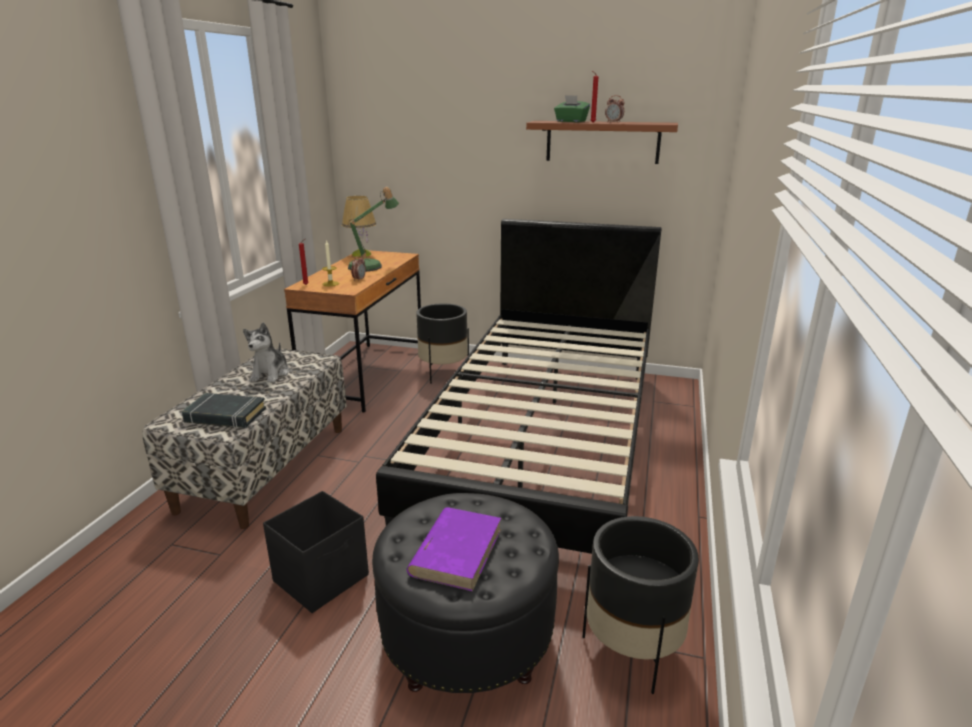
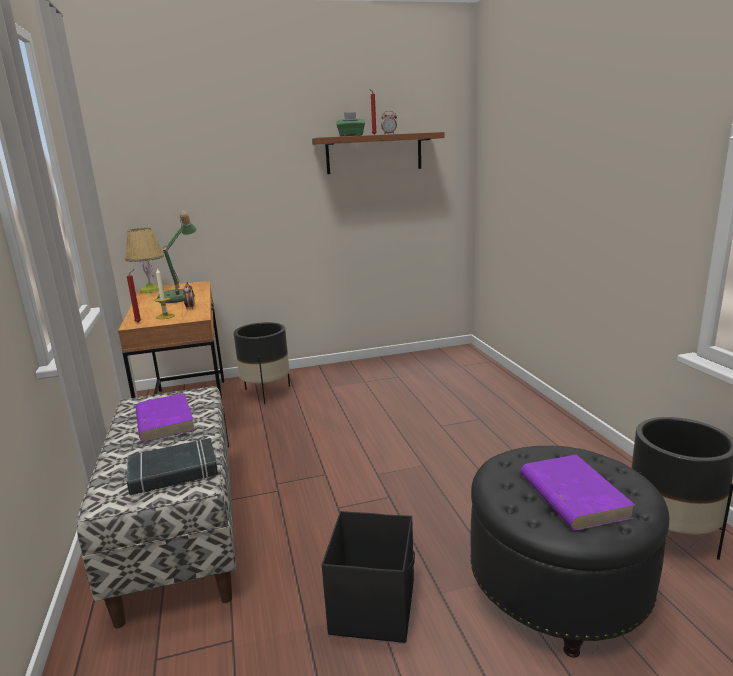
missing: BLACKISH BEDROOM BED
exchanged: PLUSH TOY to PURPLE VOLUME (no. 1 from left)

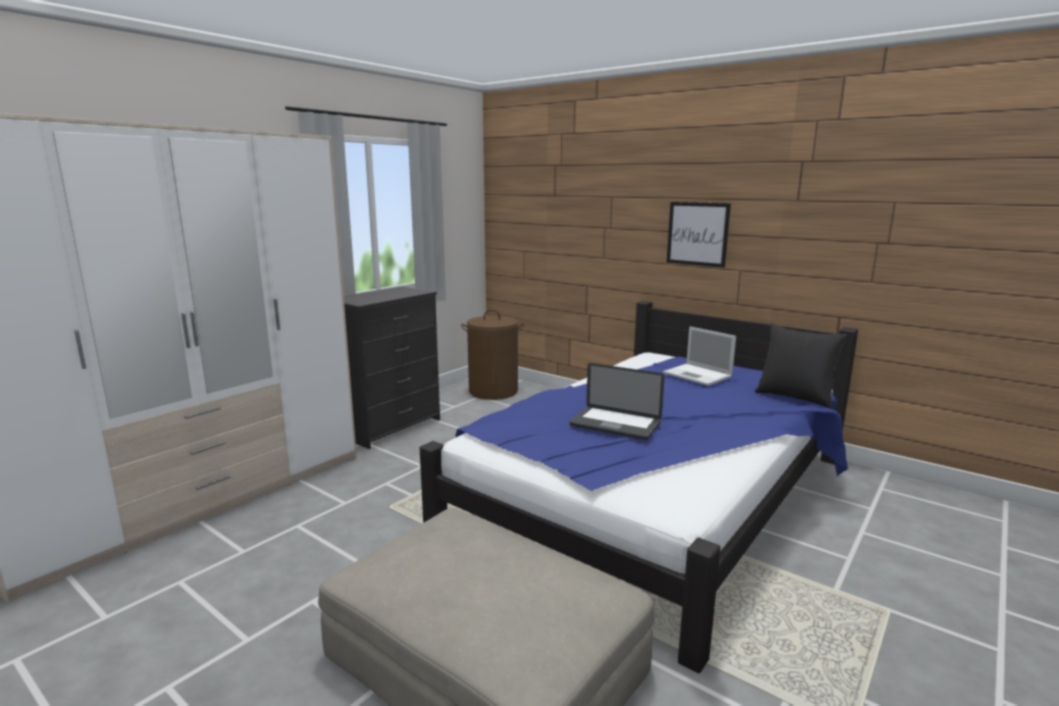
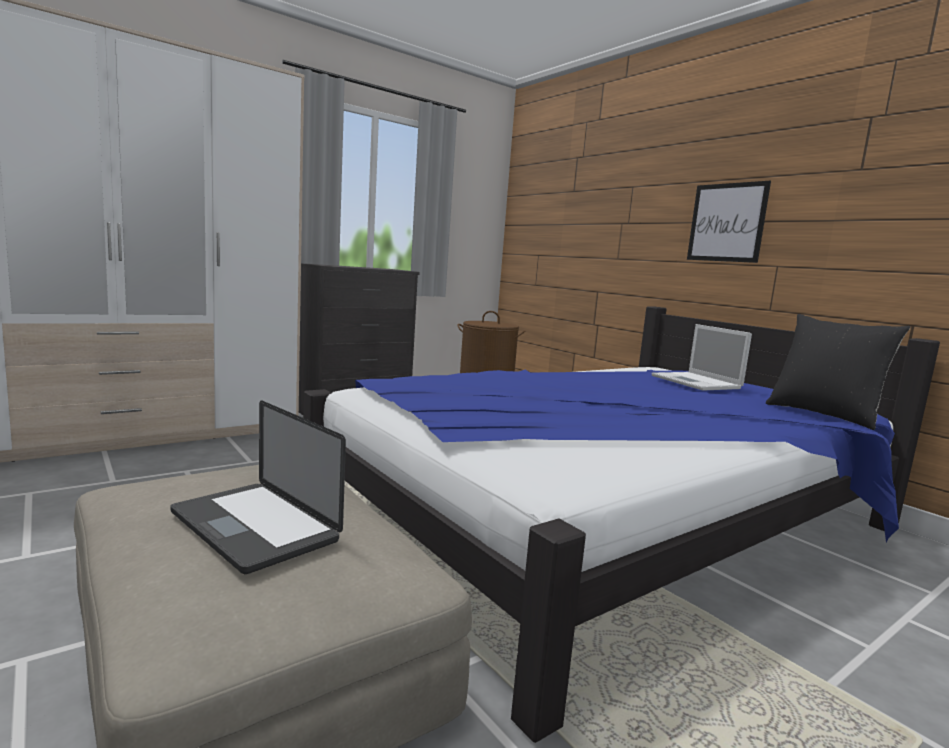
relocated: NOTEBOOK COMPUTER (no. 1 from left)

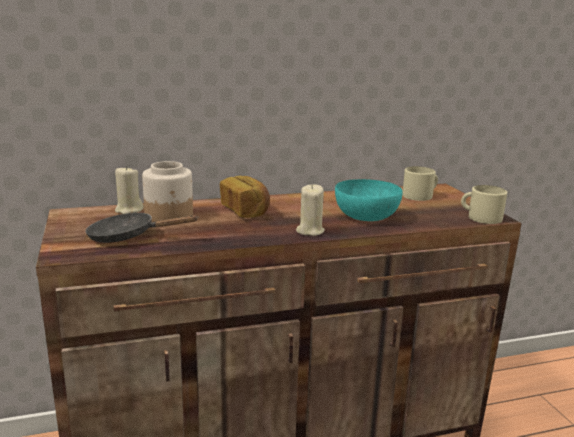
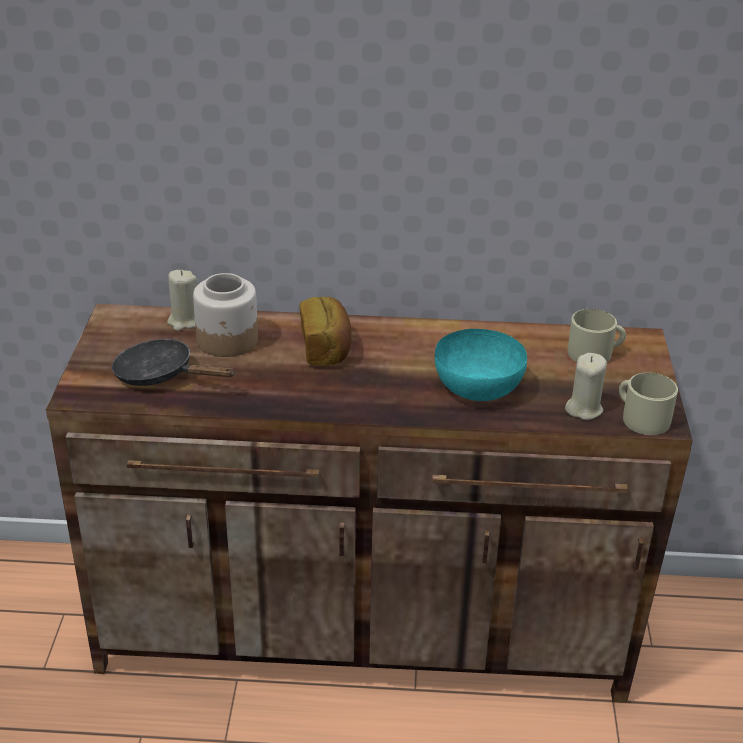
relocated: BEIGE WAX LIGHT (no. 2 from left)

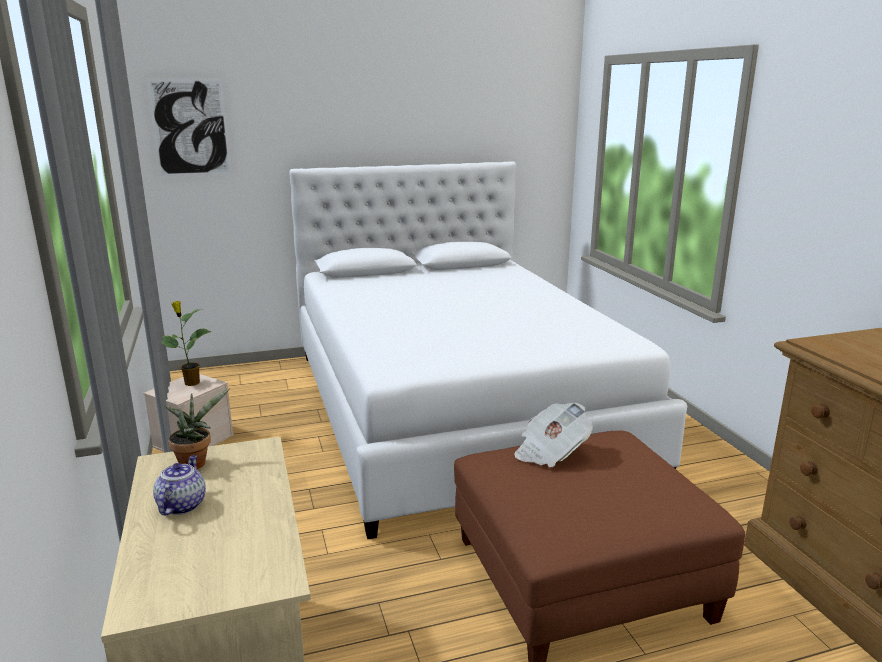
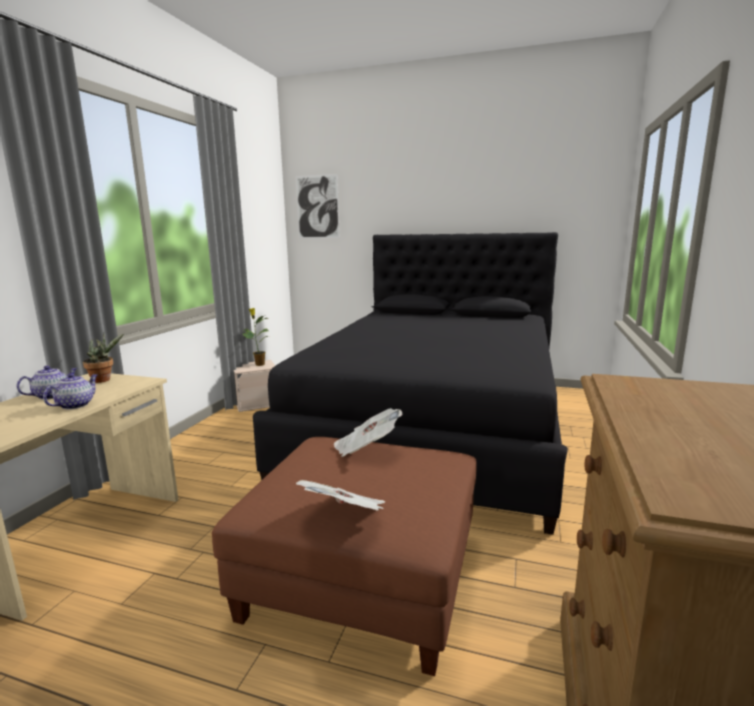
appeared: TEA POT (no. 2 from left); DAILY PAPER (no. 1 from left)
colour: WHITE-COLOURED BEDROOM BED to BLACKISH BEDROOM BED

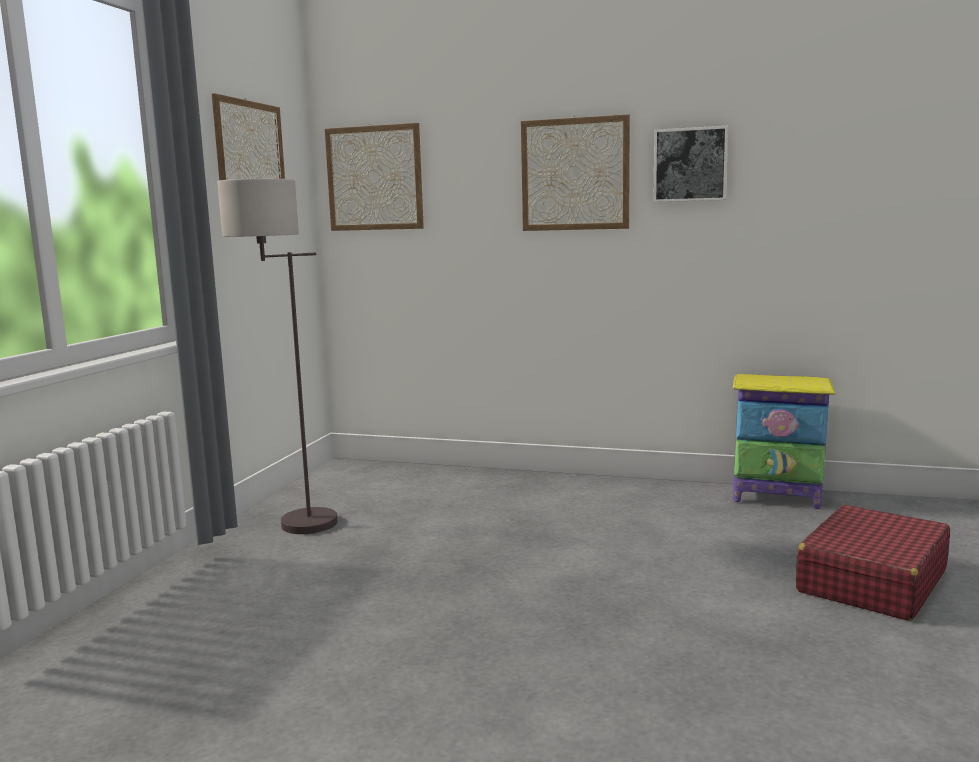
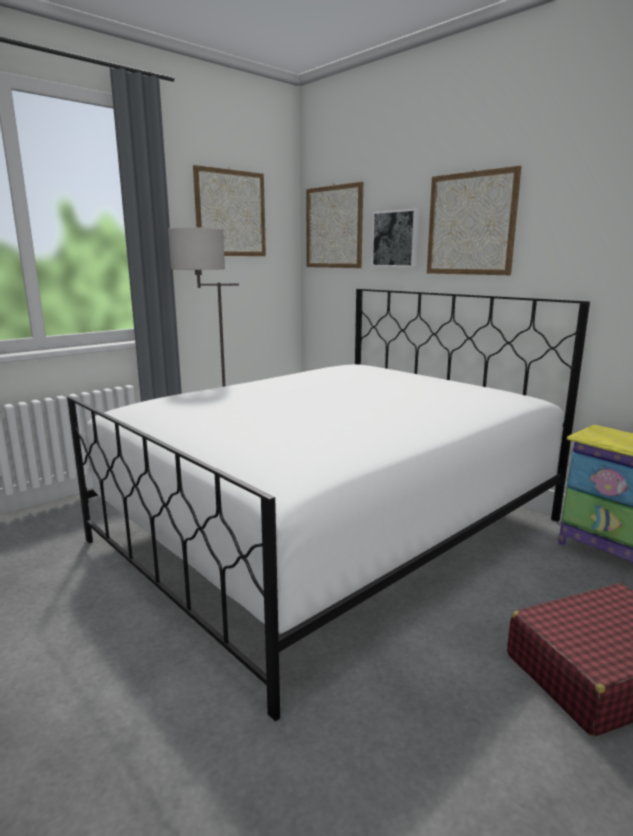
appeared: WHITE-COLOURED BEDROOM BED
relocated: WALL PICTURE (no. 4 from left in the first image) to WALL PICTURE (no. 3 from left)

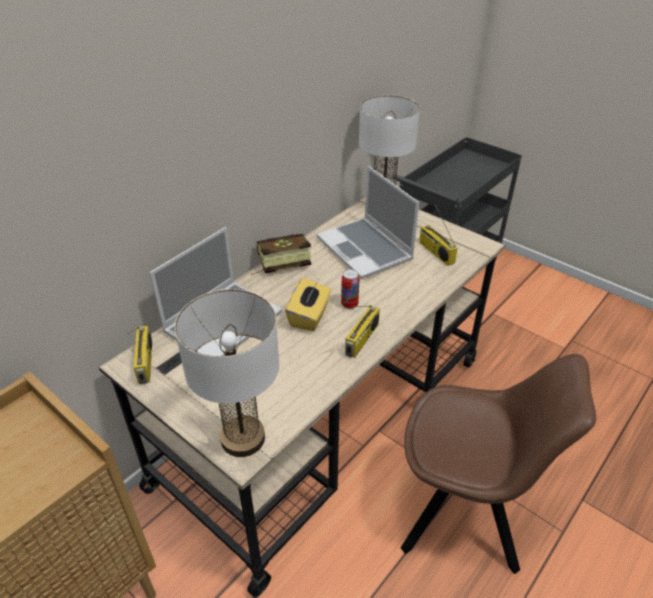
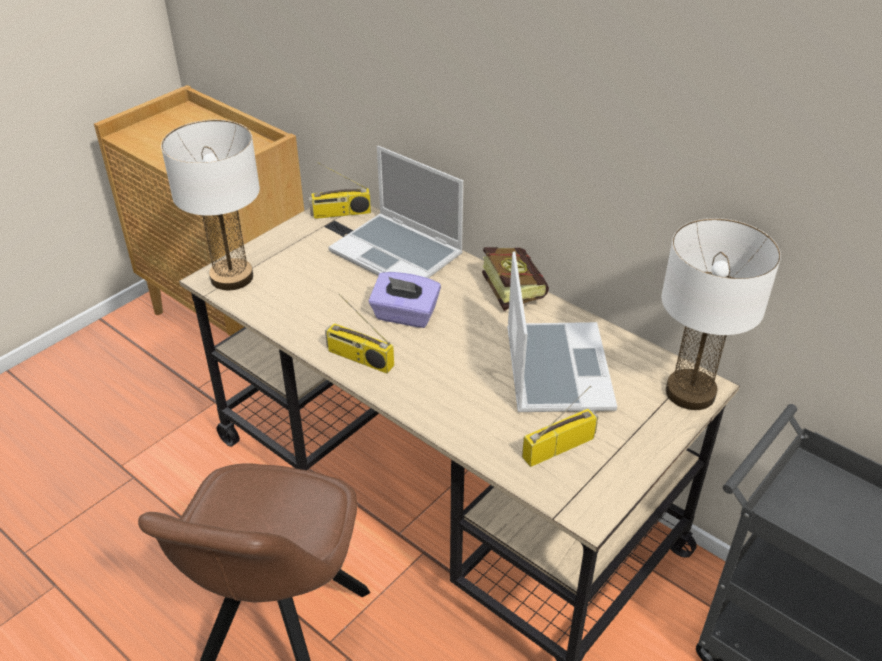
missing: METAL CAN
colour: YELLOW TISSUE HOLDER to PURPLE TISSUE HOLDER
spun: NOTEBOOK COMPUTER (no. 2 from left) 120 degrees clockwise

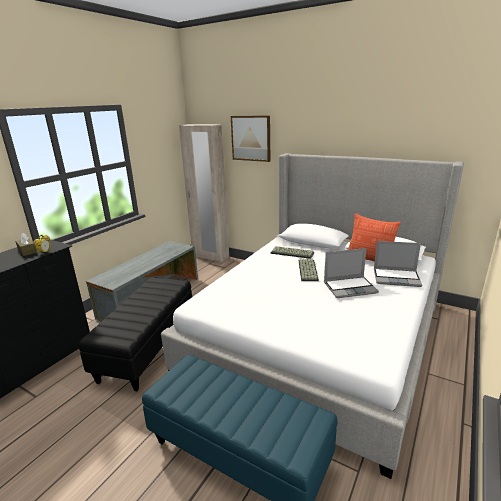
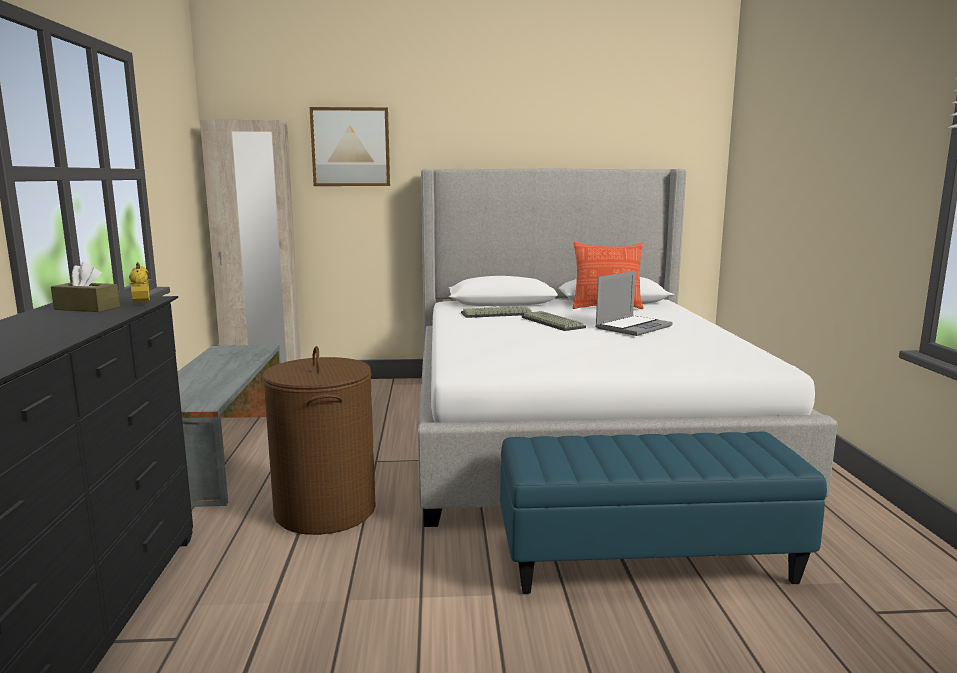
missing: NOTEBOOK COMPUTER (no. 2 from left)
exchanged: BLACKISH OTTOMAN to BROWNISH LAUNDRY BASKET

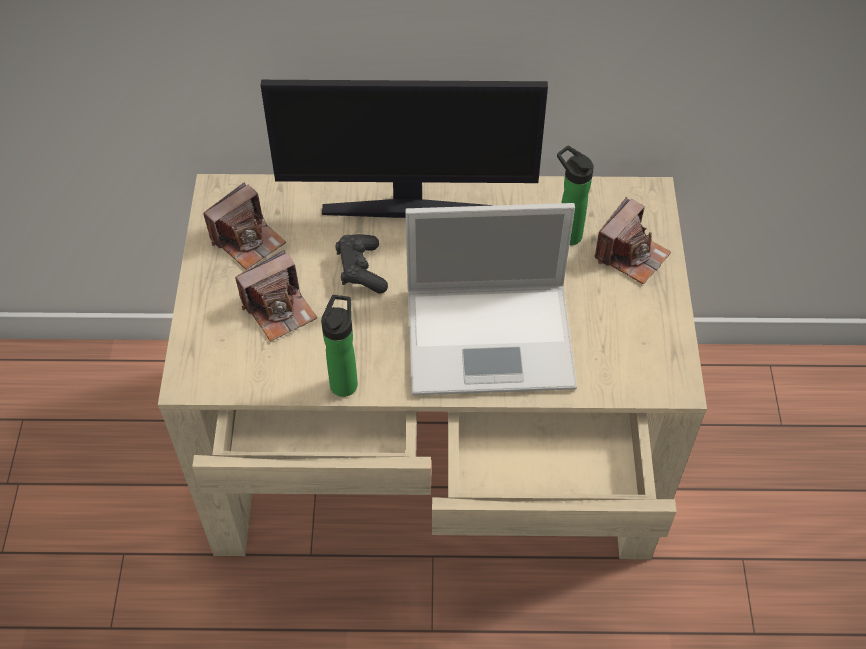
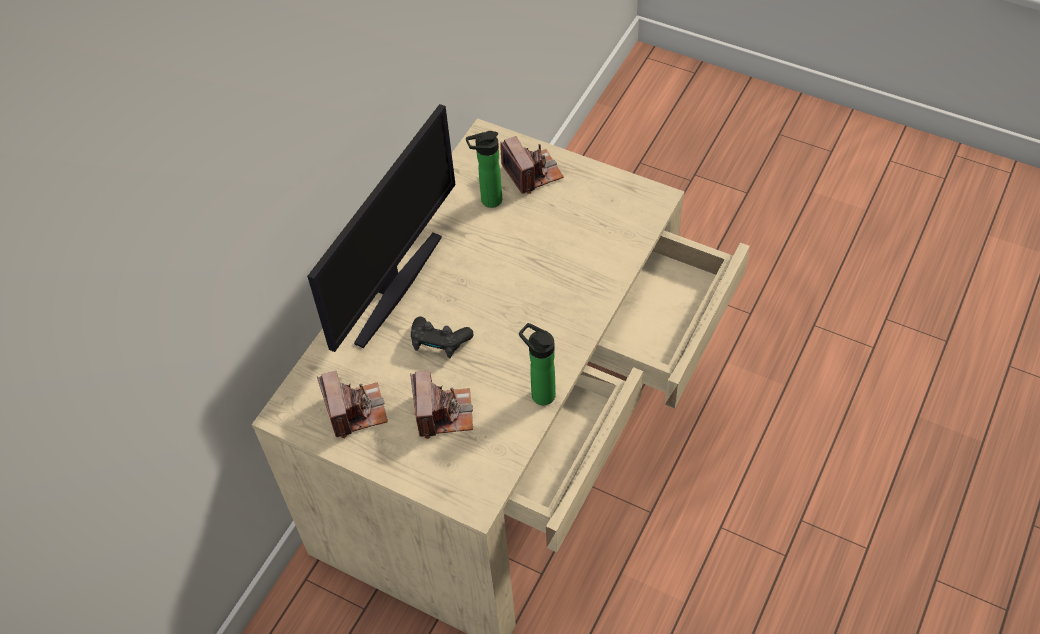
missing: NOTEBOOK COMPUTER

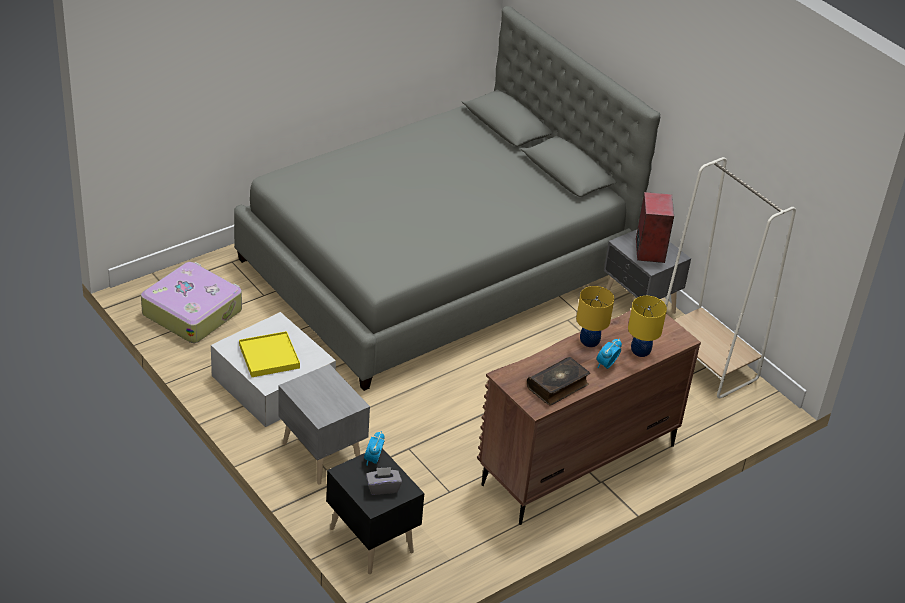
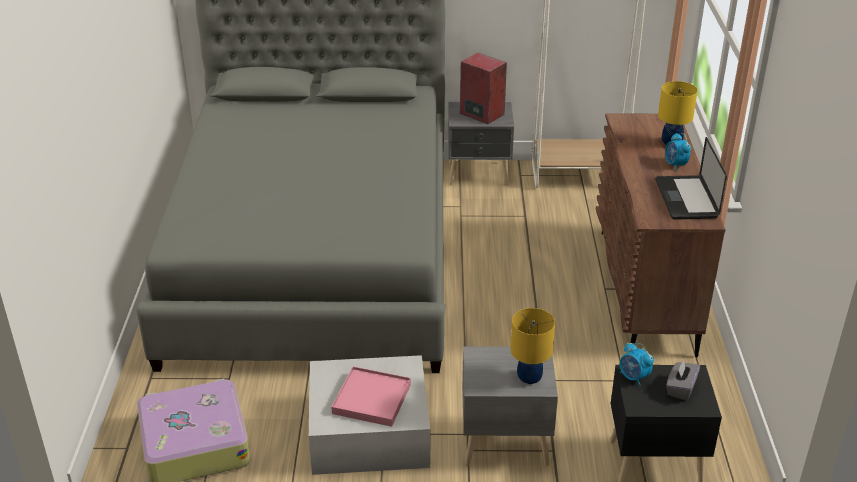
relocated: YELLOW LAMP FOR A TABLE (no. 1 from left)
exchanged: VOLUME to NOTEBOOK COMPUTER
colour: YELLOW SERVING TRAY to PINK-COLOURED SERVING TRAY

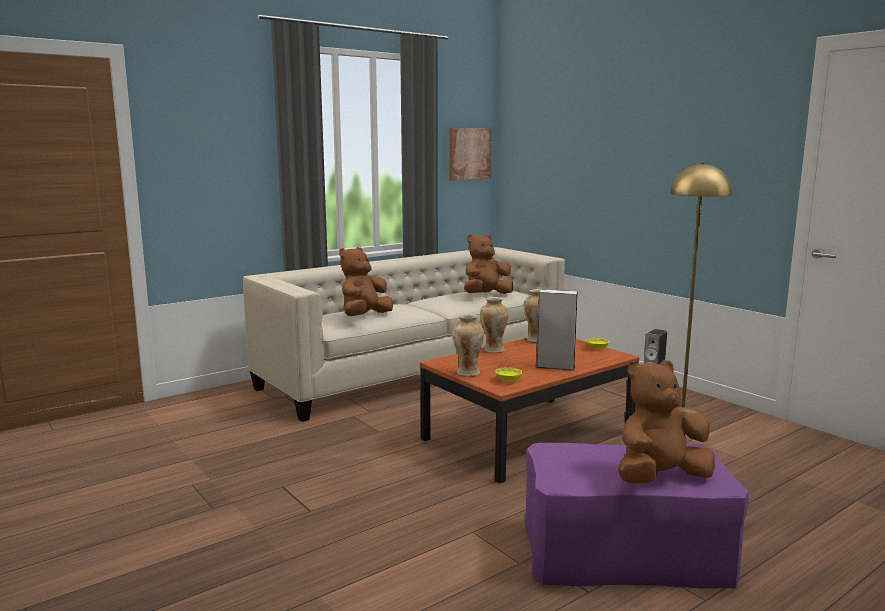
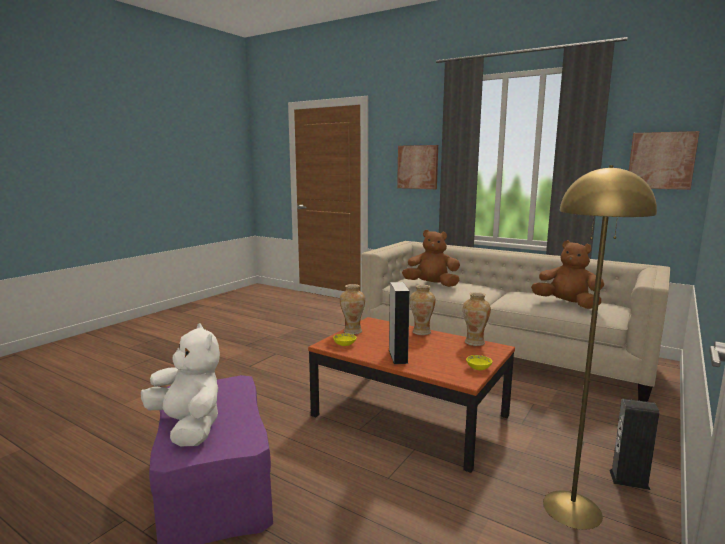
appeared: WALL PICTURE (no. 1 from left)
colour: BROWNISH PLUSH TOY (no. 3 from left) to WHITE-COLOURED PLUSH TOY

